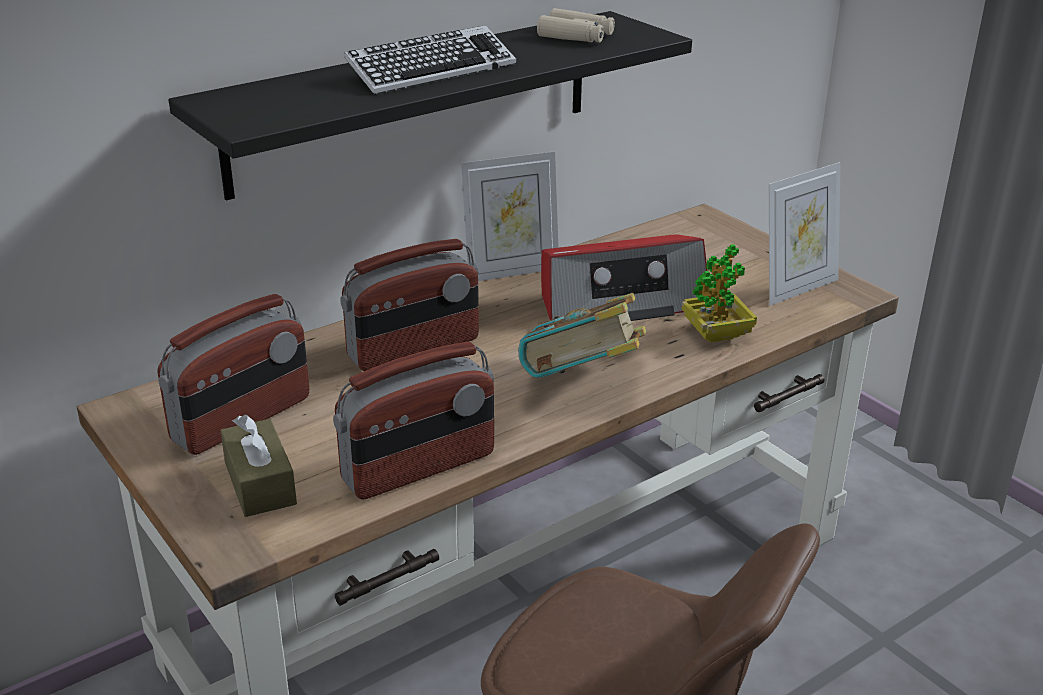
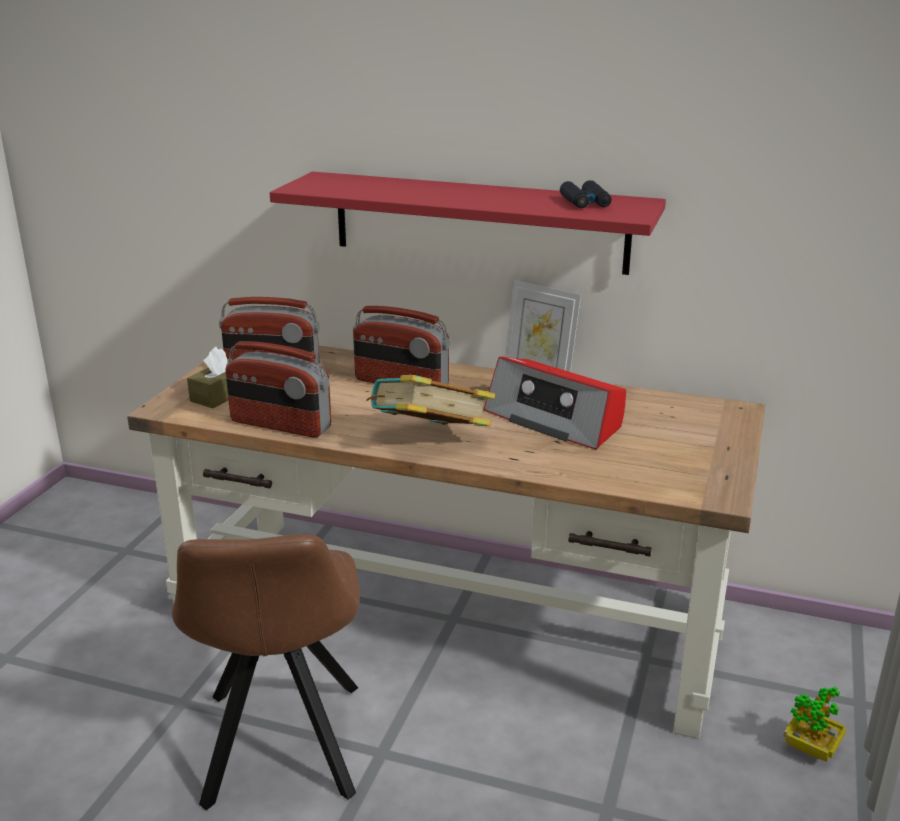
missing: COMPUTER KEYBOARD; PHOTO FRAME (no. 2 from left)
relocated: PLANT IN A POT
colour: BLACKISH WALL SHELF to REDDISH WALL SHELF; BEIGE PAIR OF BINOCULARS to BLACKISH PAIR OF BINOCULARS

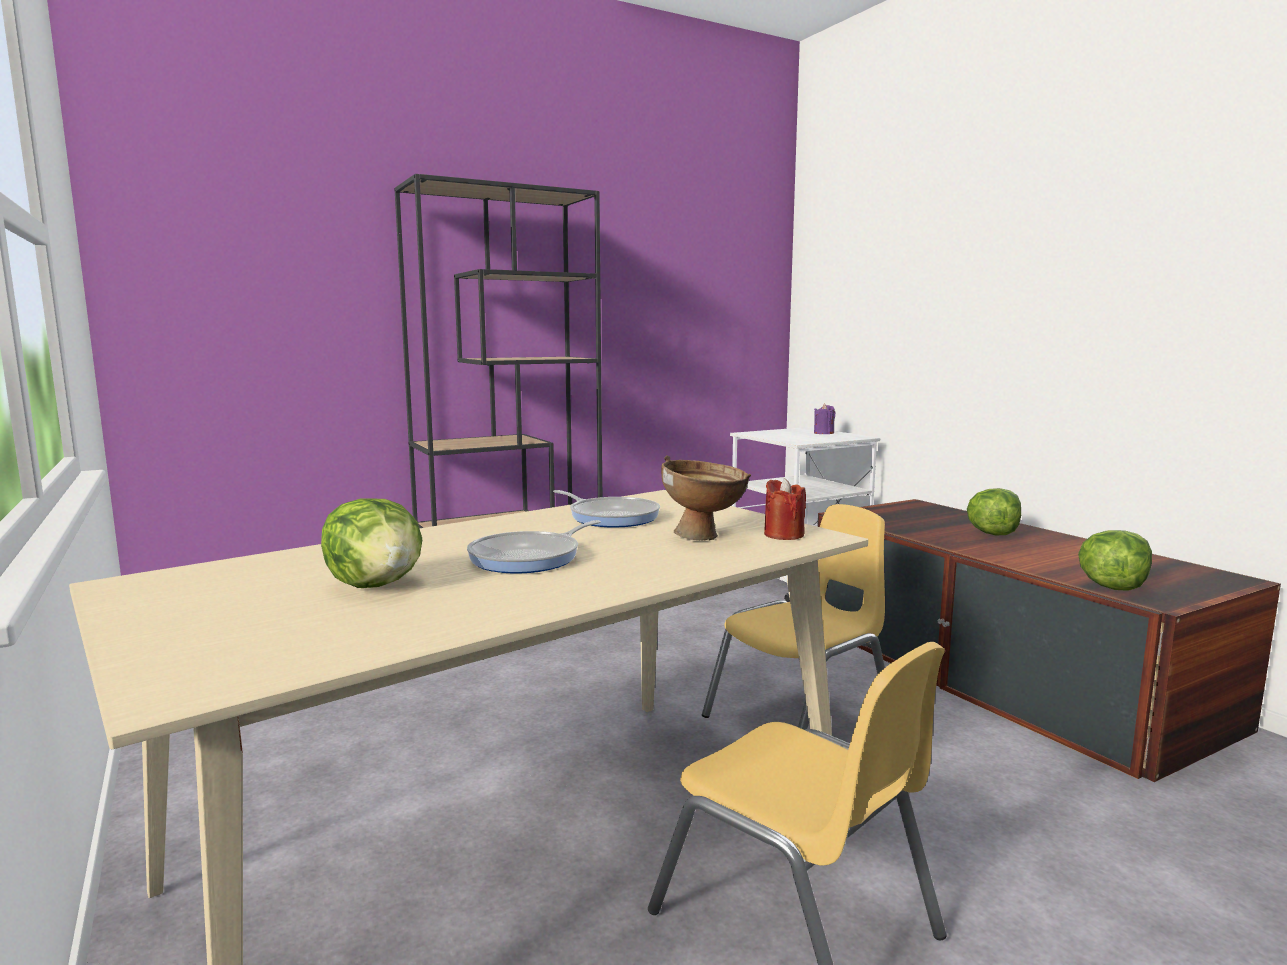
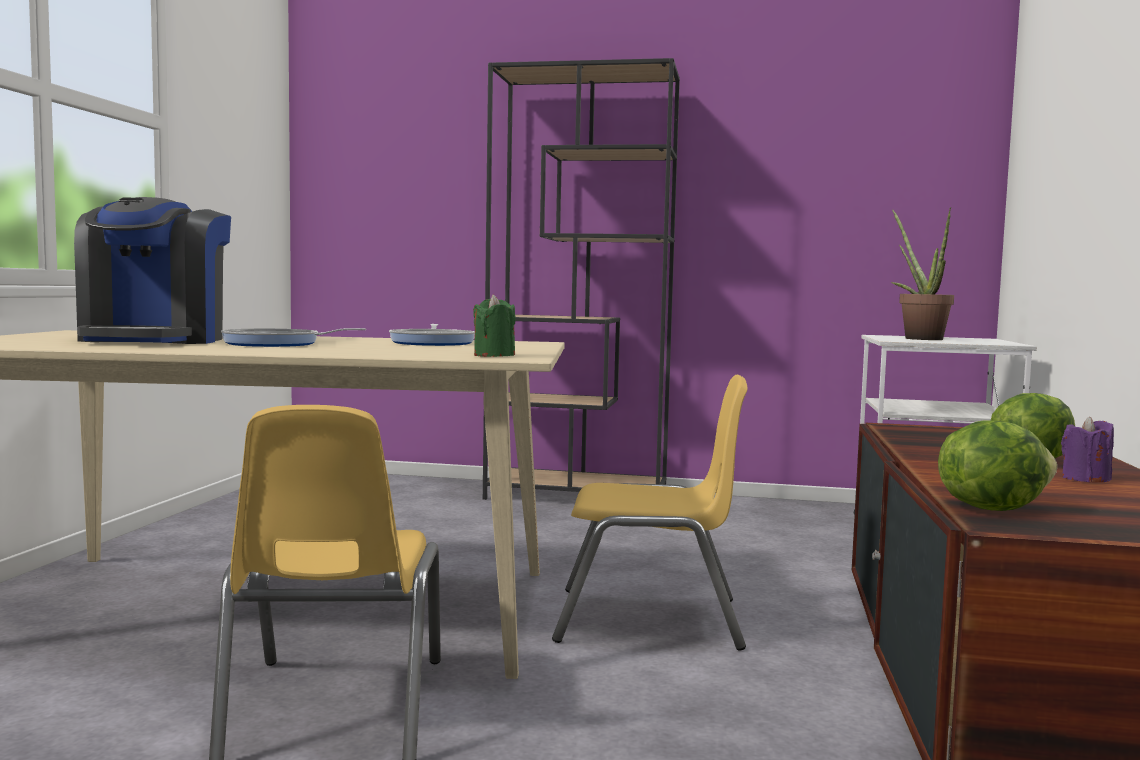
missing: BROWNISH SERVING BOWL
appeared: PLANT IN A POT
relocated: PURPLE WAX LIGHT
exchanged: HEAD OF LETTUCE (no. 1 from left) to COFFEE MAKER
colour: REDDISH WAX LIGHT to GREEN-COLOURED WAX LIGHT

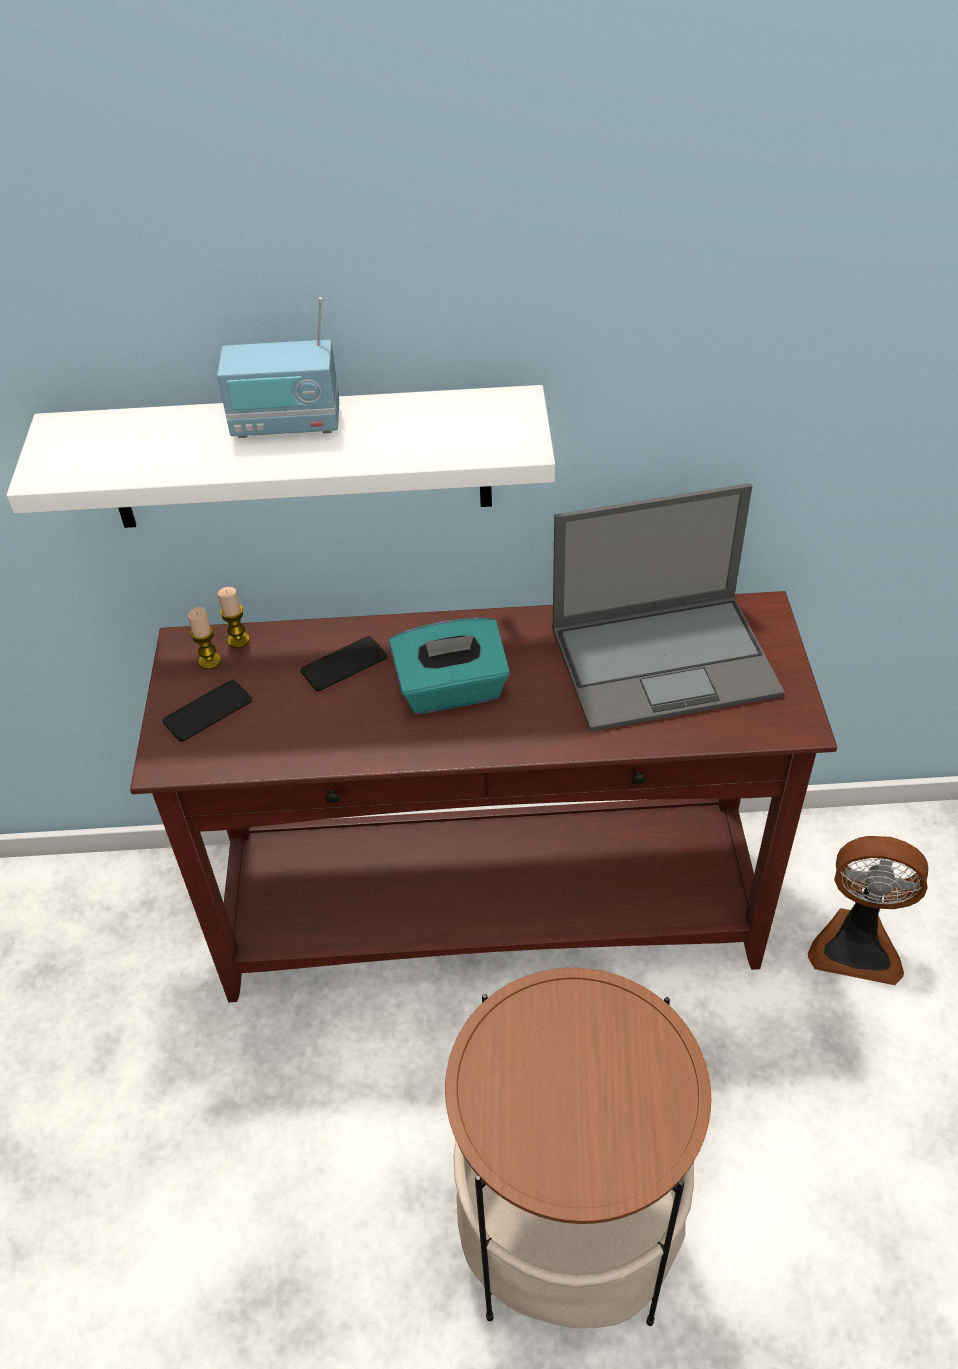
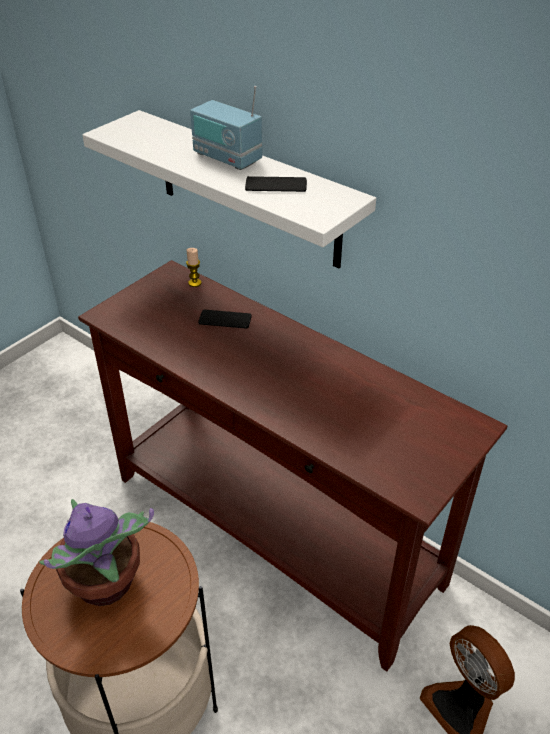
missing: WAX LIGHT (no. 1 from left); TURQUOISE TISSUE HOLDER; NOTEBOOK COMPUTER
appeared: PLANT IN A POT
relocated: PHONE (no. 1 from left in the first image) to PHONE (no. 2 from left)

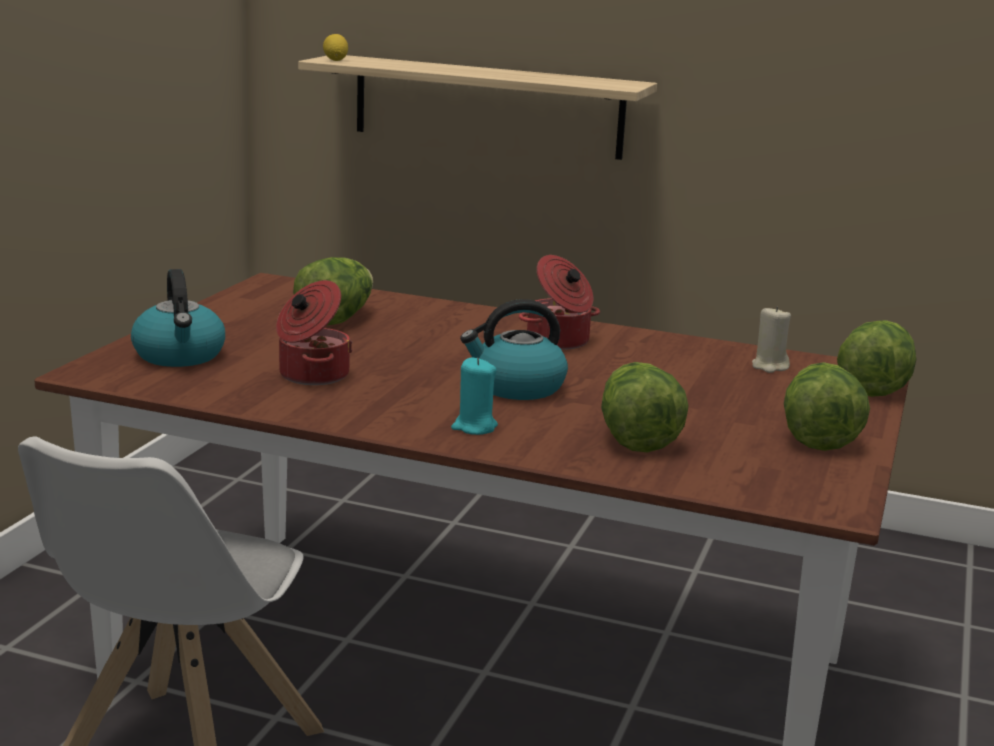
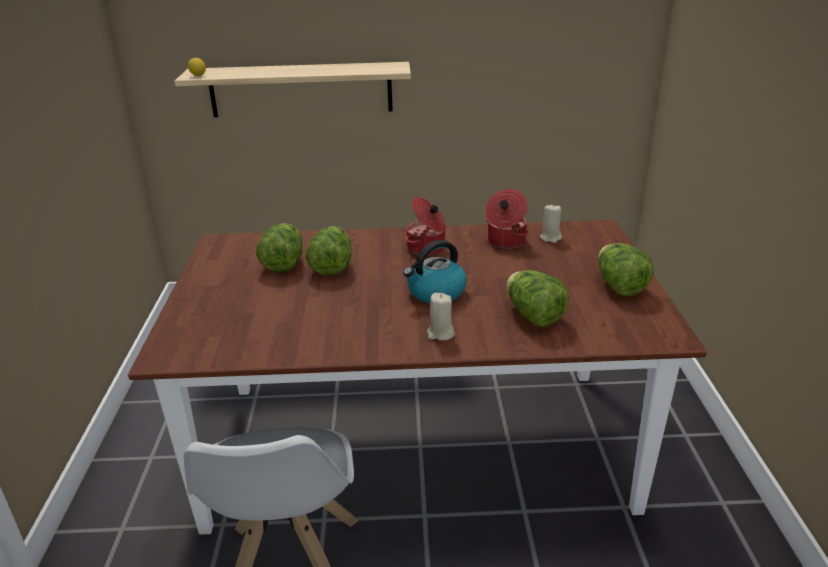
missing: TEA KETTLE (no. 1 from left)
relocated: HEAD OF LETTUCE (no. 4 from left in the first image) to HEAD OF LETTUCE (no. 2 from left); STOCKPOT (no. 1 from left in the first image) to STOCKPOT (no. 2 from left)
colour: TURQUOISE WAX LIGHT to BEIGE WAX LIGHT (no. 1 from left)

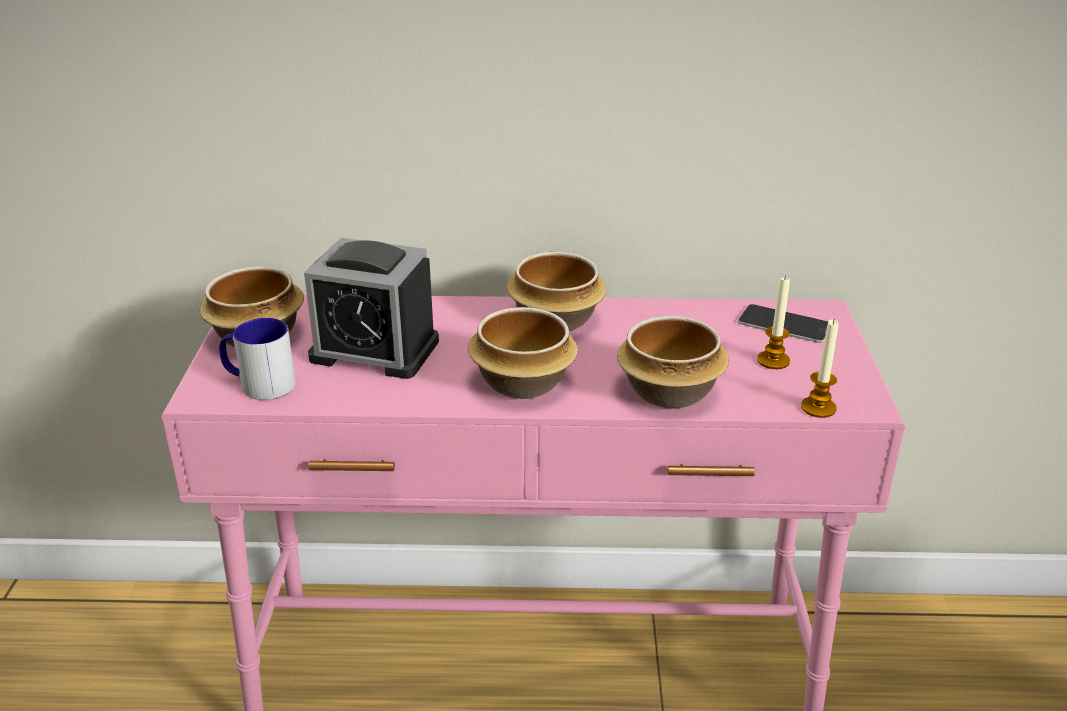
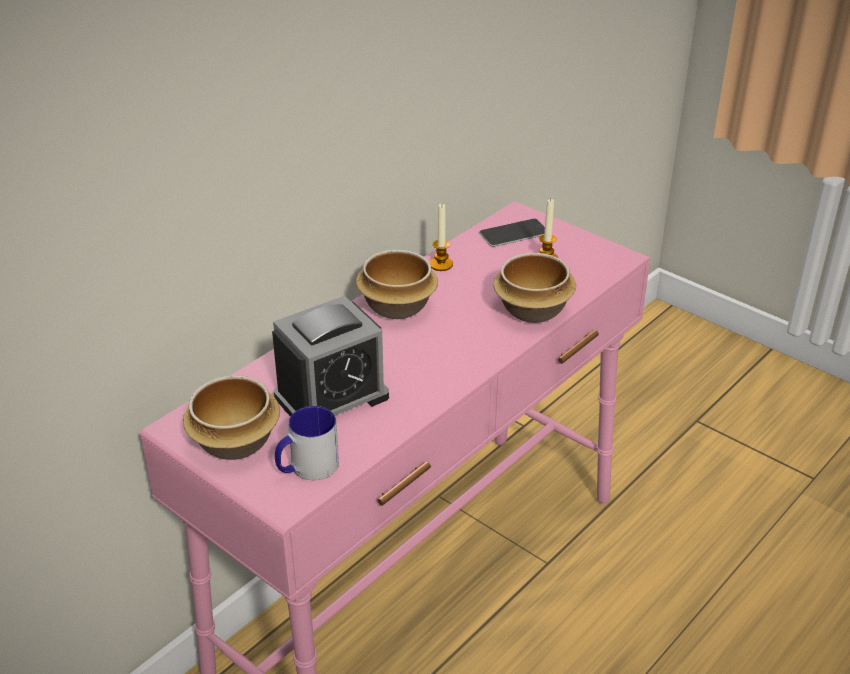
missing: SERVING BOWL (no. 2 from left)
relocated: WAX LIGHT (no. 2 from left in the first image) to WAX LIGHT (no. 1 from left)

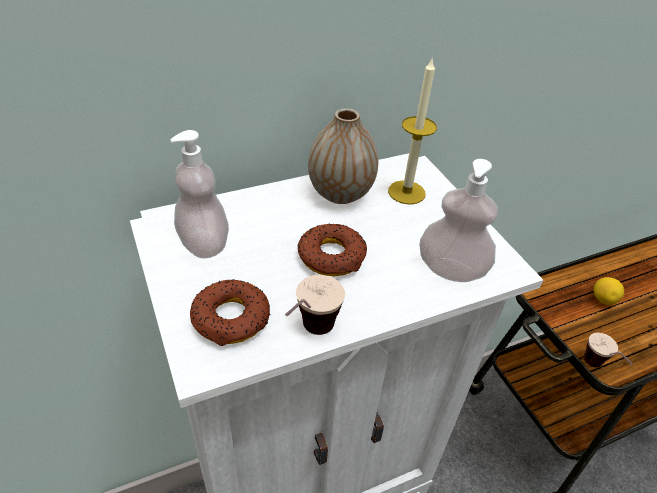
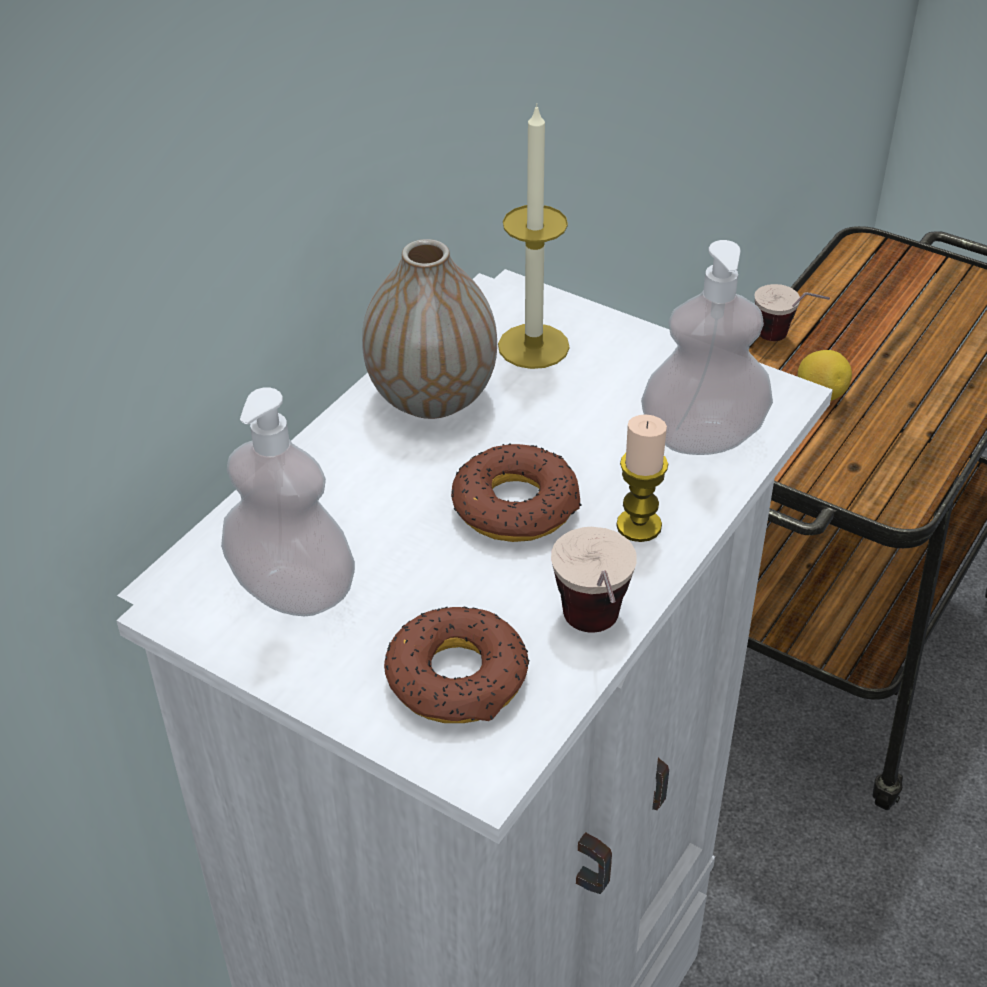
appeared: WAX LIGHT (no. 2 from left)
relocated: DRINKING CUP (no. 2 from left)

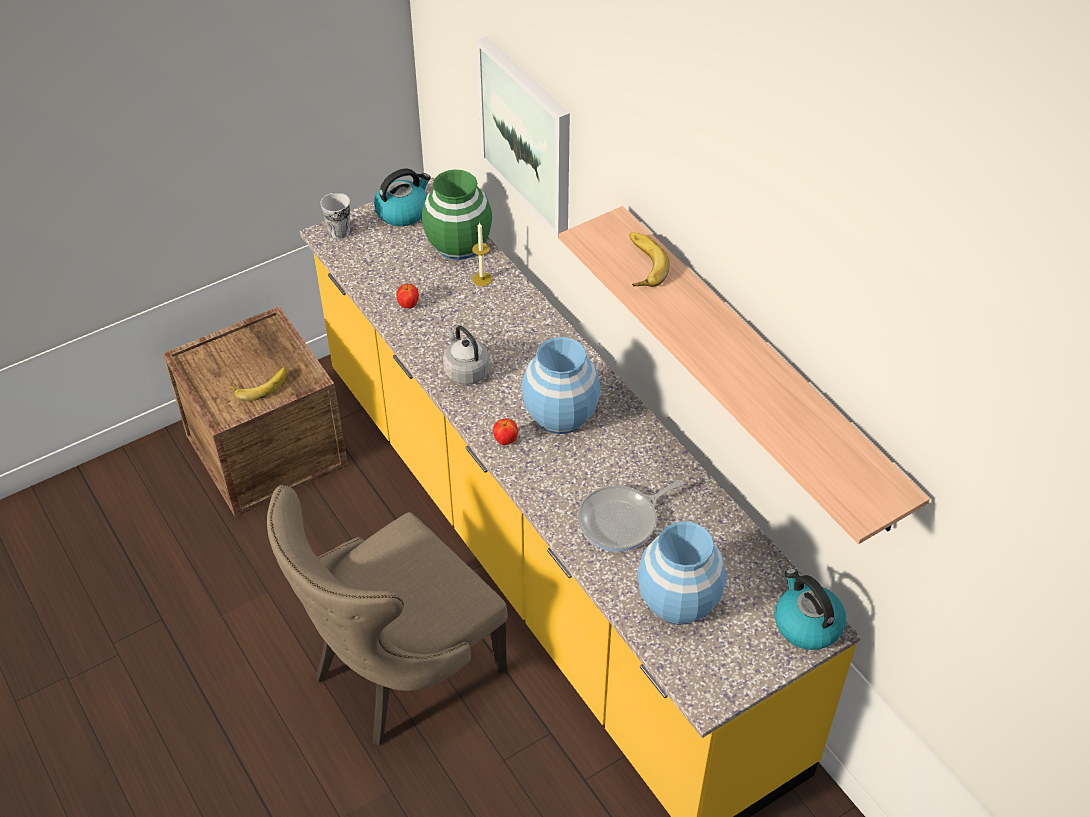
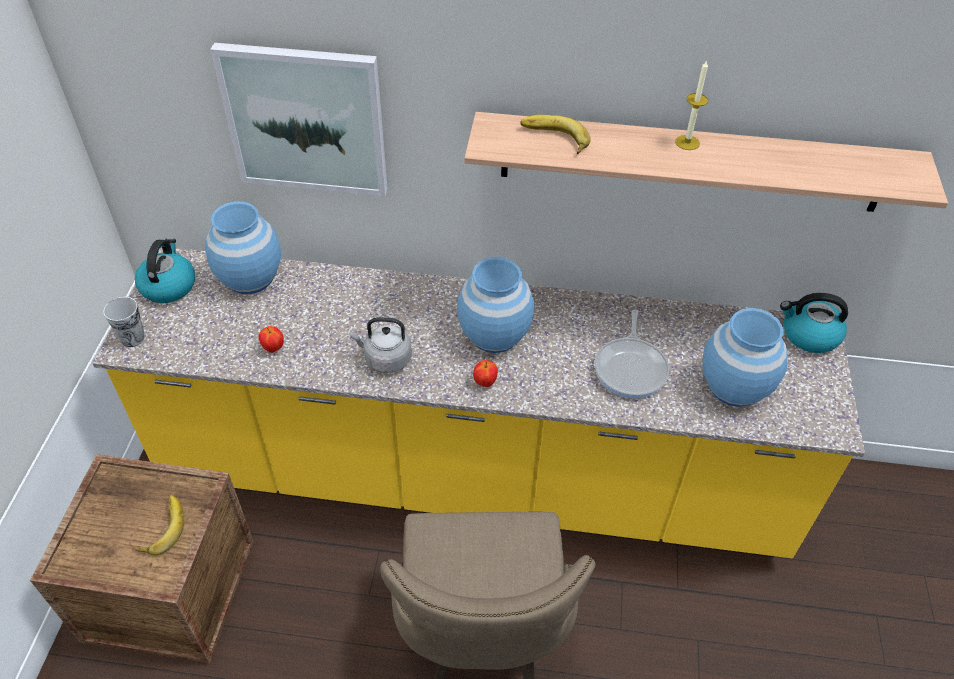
relocated: WAX LIGHT
colour: GREEN-COLOURED FLOWER VASE to BLUE-COLOURED FLOWER VASE (no. 1 from left)

